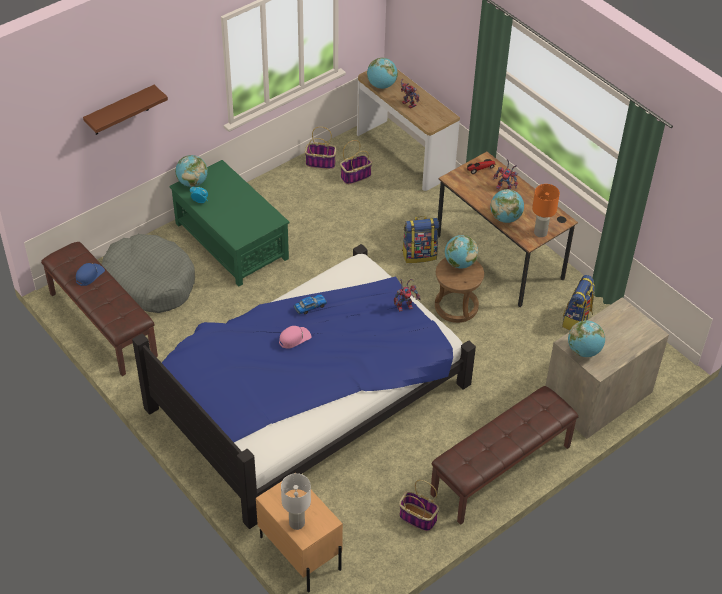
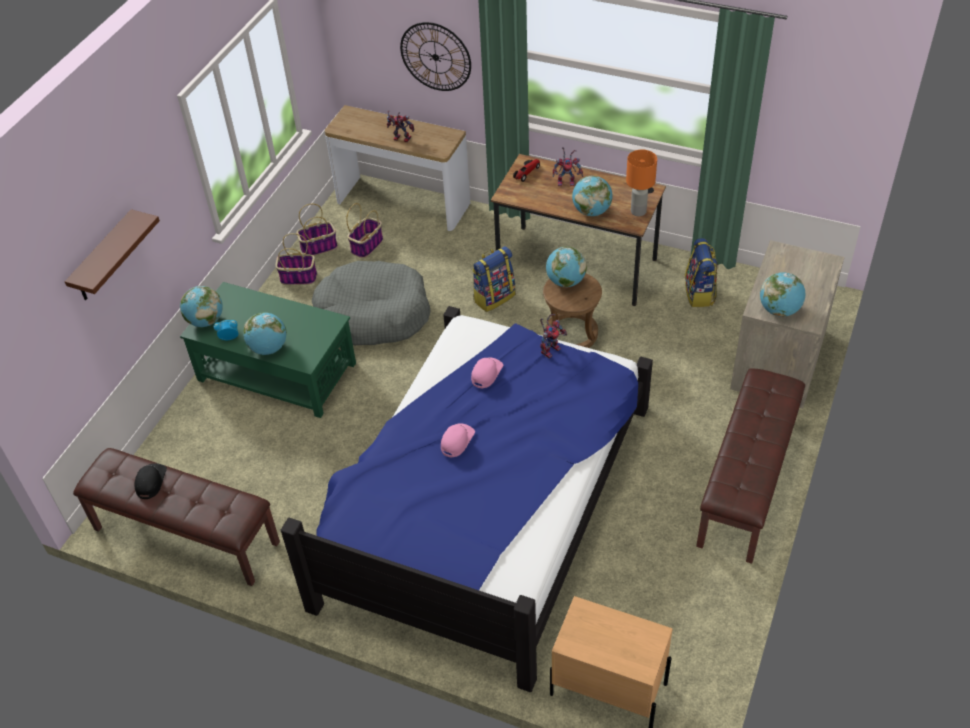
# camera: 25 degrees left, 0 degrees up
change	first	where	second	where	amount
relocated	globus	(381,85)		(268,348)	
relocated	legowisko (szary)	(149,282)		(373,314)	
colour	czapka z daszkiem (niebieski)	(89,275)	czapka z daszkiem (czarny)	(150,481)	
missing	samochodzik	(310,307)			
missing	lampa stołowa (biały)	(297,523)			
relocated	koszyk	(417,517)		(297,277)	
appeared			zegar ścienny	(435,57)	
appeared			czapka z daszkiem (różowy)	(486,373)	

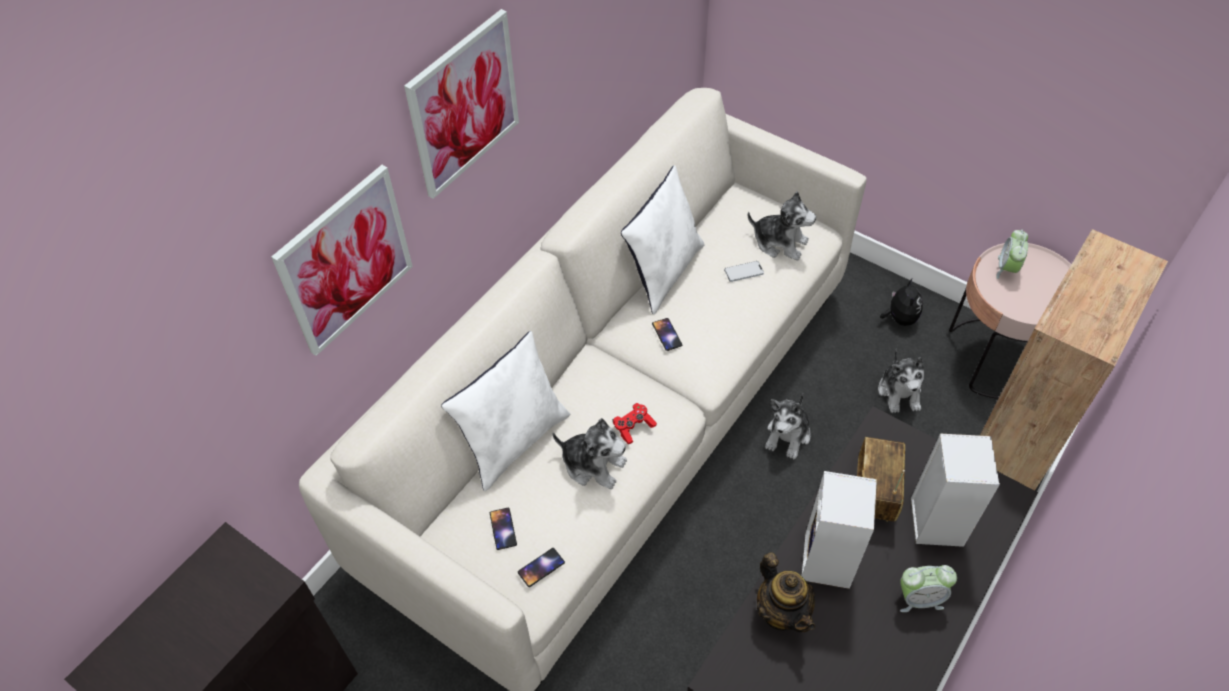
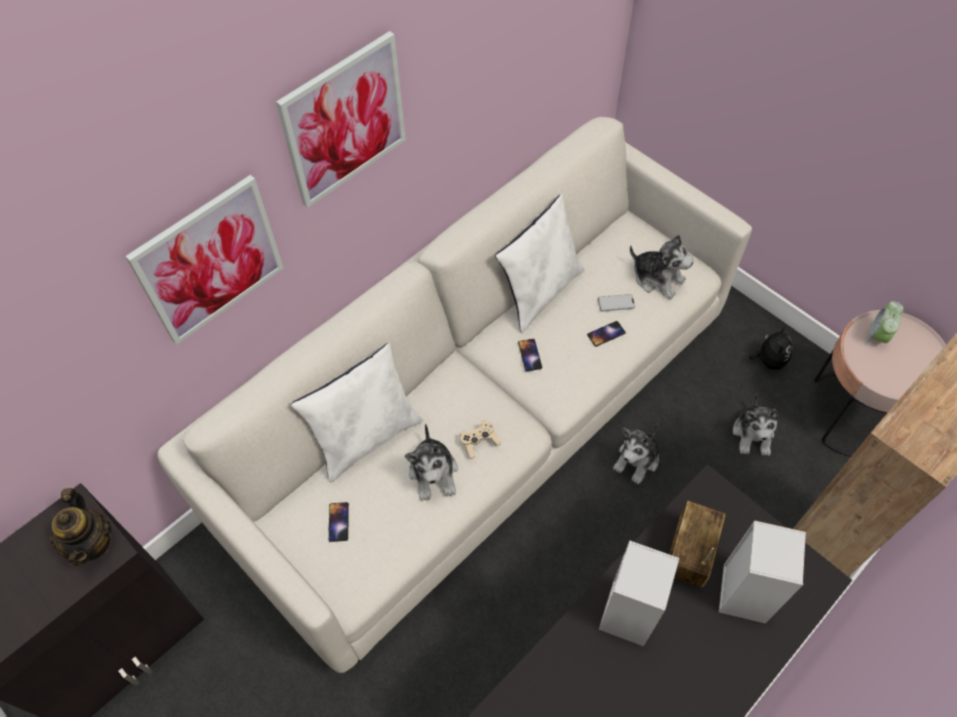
# camera: 10 degrees right, 5 degrees up
change	first	where	second	where	amount
colour	pad do gier (czerwony)	(633,427)	pad do gier (beżowy)	(479,442)	
spun	pluszak	(593,464)		(434,473)	45 degrees clockwise
relocated	telefon	(541,567)		(606,334)	
relocated	imbryk	(782,612)		(92,543)	
missing	budzik	(919,598)			

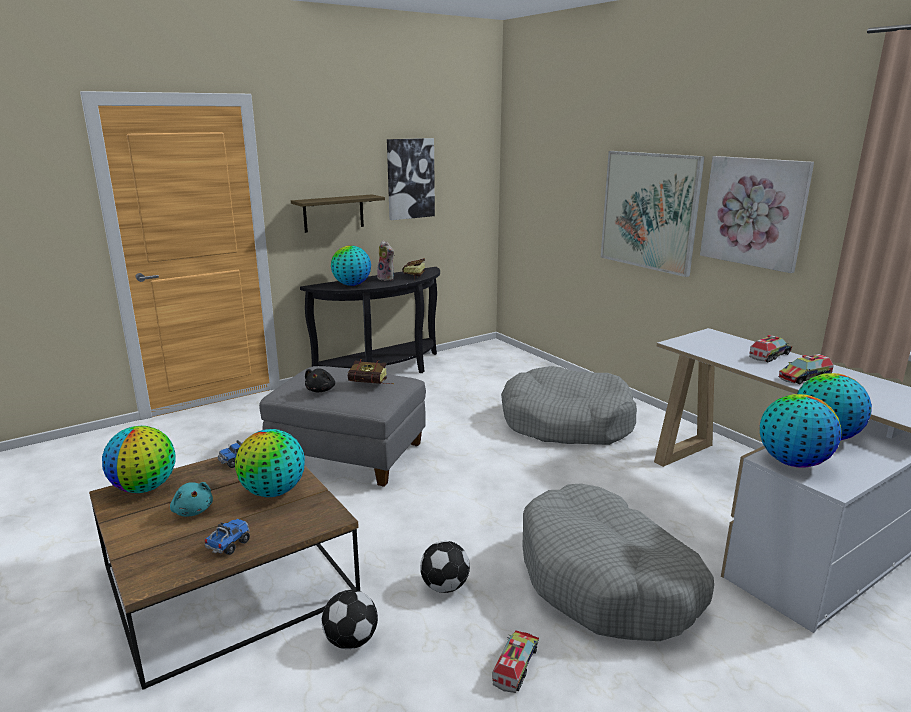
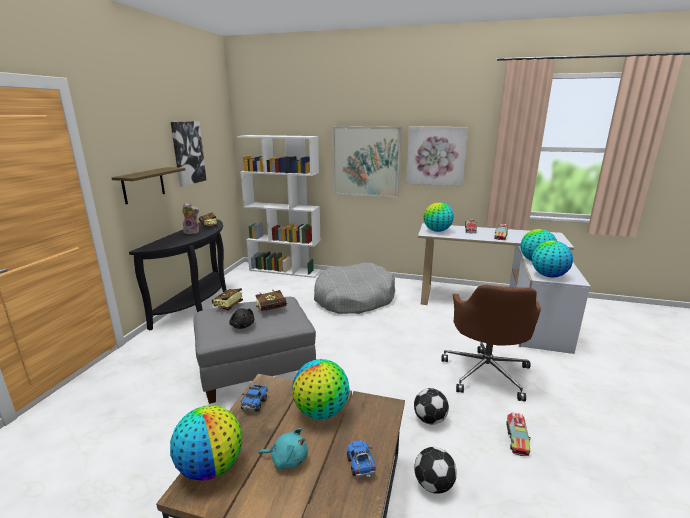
# camera: 40 degrees left, 0 degrees up
change	first	where	second	where	amount
relocated	globus	(351,285)		(437,231)	
exchanged	legowisko (szary)	(607,580)	krzesło biurowe (brązowy)	(486,372)	
spun	ciężarówka zabawkowa	(516,665)		(517,439)	150 degrees counterclockwise
appeared			regał (biały)	(285,270)	
appeared			książka	(226,307)	

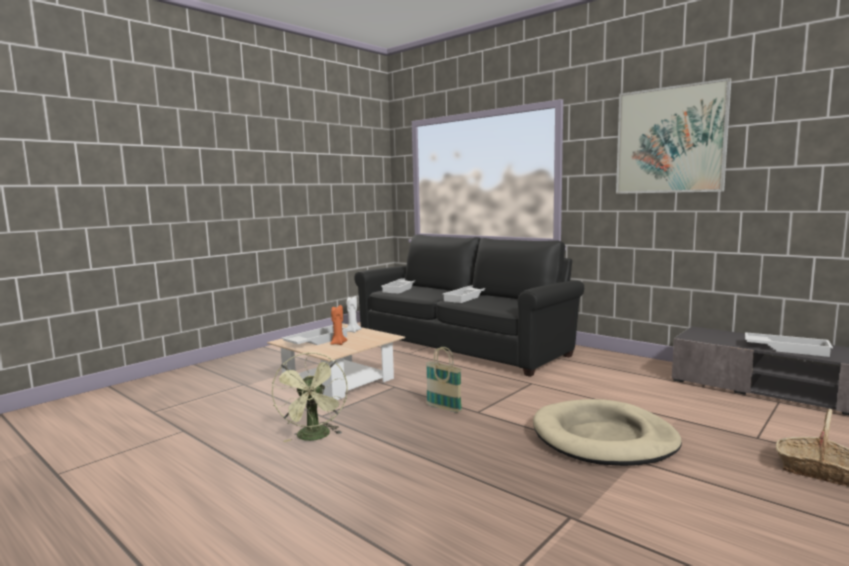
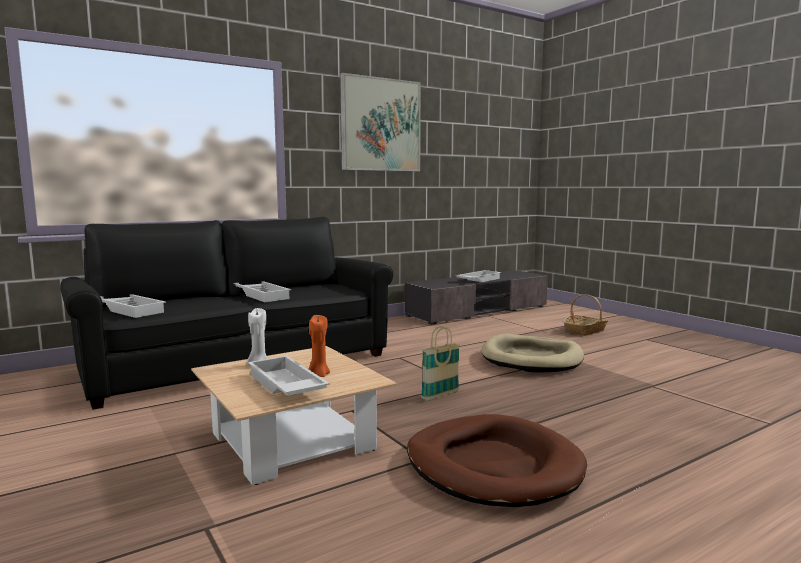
# camera: 75 degrees left, 0 degrees up
change	first	where	second	where	amount
exchanged	wentylator (zielony)	(314,437)	legowisko (brązowy)	(493,466)	

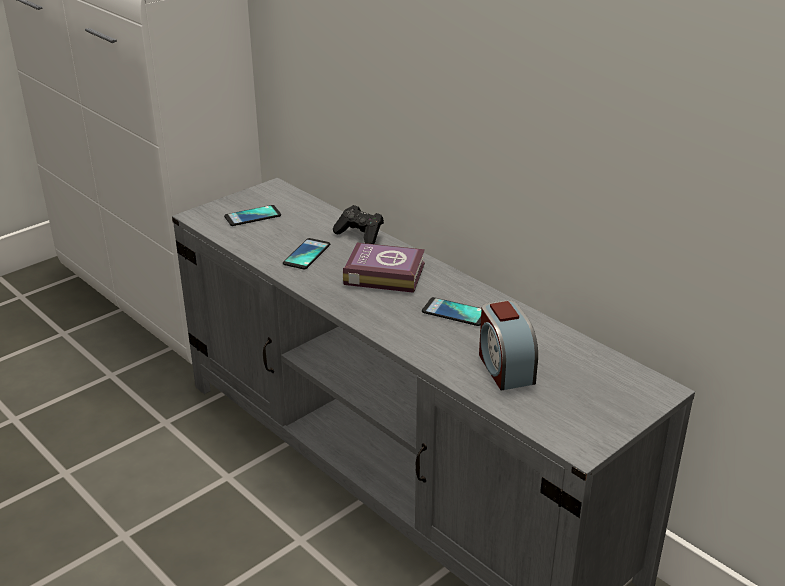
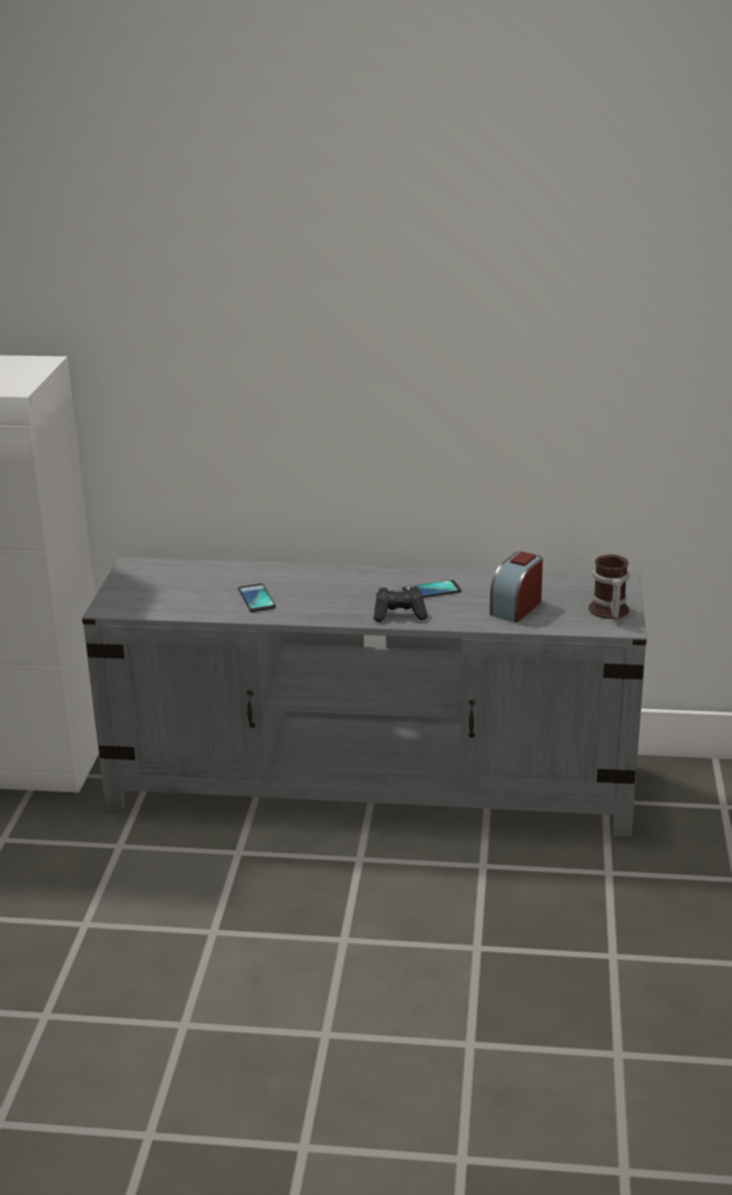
# camera: 40 degrees left, 5 degrees down
change	first	where	second	where	amount
missing	telefon	(252,216)			
relocated	pad do gier (czarny)	(360,235)		(399,615)	
missing	książka	(383,273)			
spun	budzik	(504,367)		(516,607)	90 degrees clockwise
appeared			kubek	(607,611)	

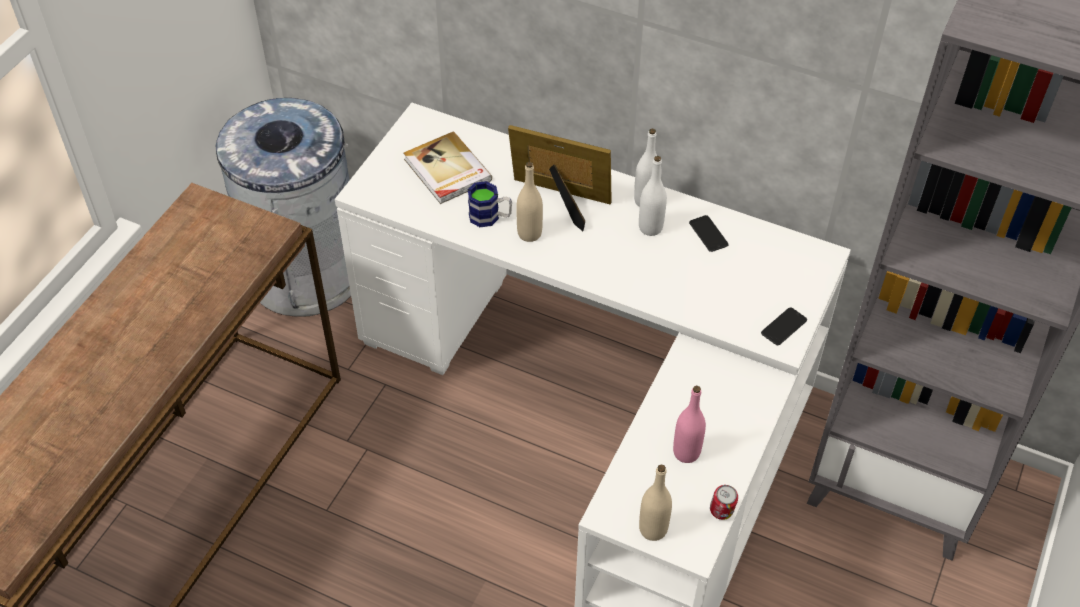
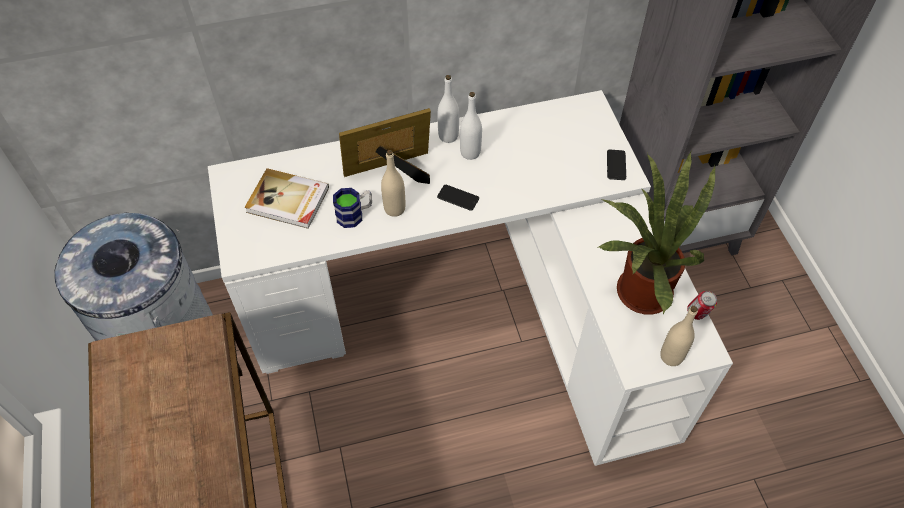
# camera: 40 degrees left, 5 degrees up
change	first	where	second	where	amount
relocated	telefon	(708,234)		(458,198)	
exchanged	butelka (różowy)	(686,452)	roślina doniczkowa	(638,290)	

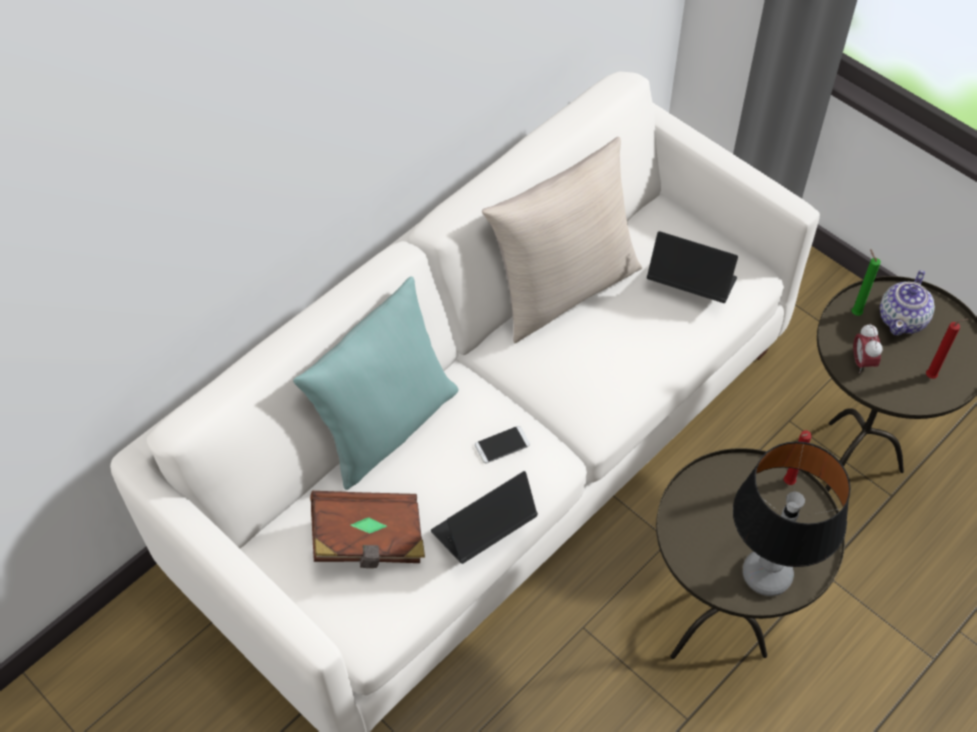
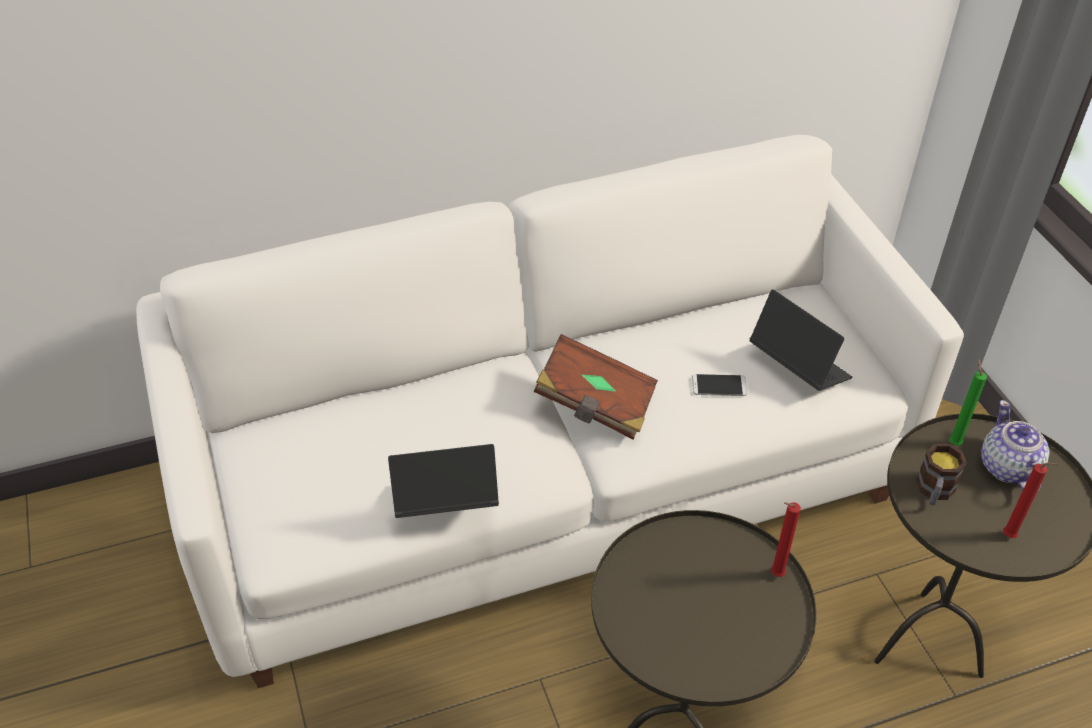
# camera: 25 degrees right, 10 degrees down
change	first	where	second	where	amount
missing	poduszka (beżowy)	(563,289)			
spun	imbryk	(902,319)		(1007,468)	120 degrees clockwise
missing	poduszka (turkusowy)	(386,426)			
exchanged	budzik	(862,362)	kubek	(934,492)	
relocated	telefon	(502,445)		(719,386)	
missing	lampa stołowa	(766,575)			
relocated	książka (brązowy)	(369,540)		(595,404)	

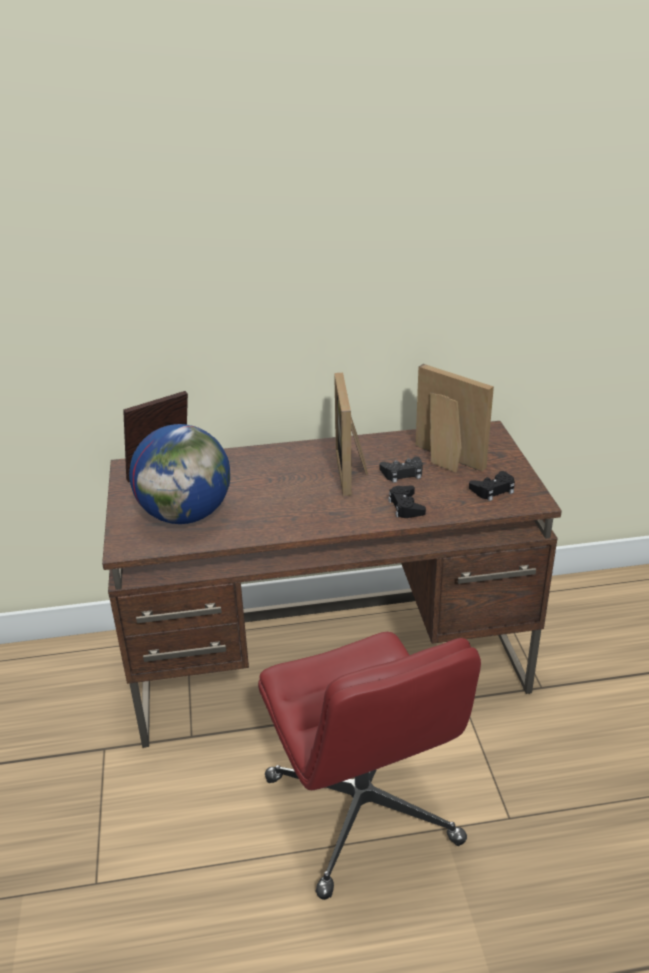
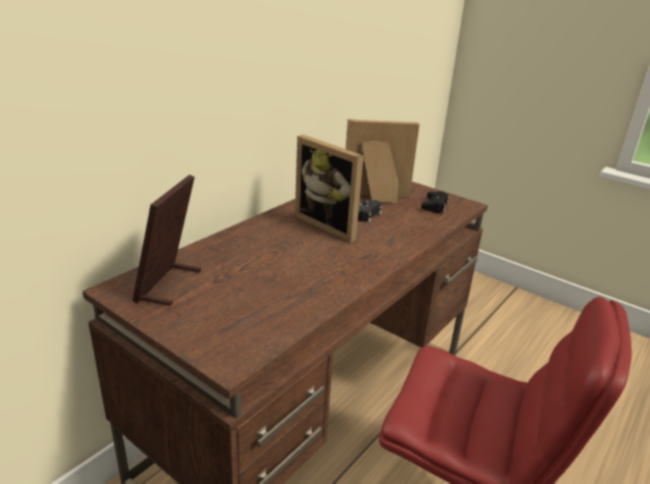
# camera: 45 degrees left, 5 degrees down
change	first	where	second	where	amount
missing	globus	(186,515)			
missing	pad do gier (czarny)	(405,506)			

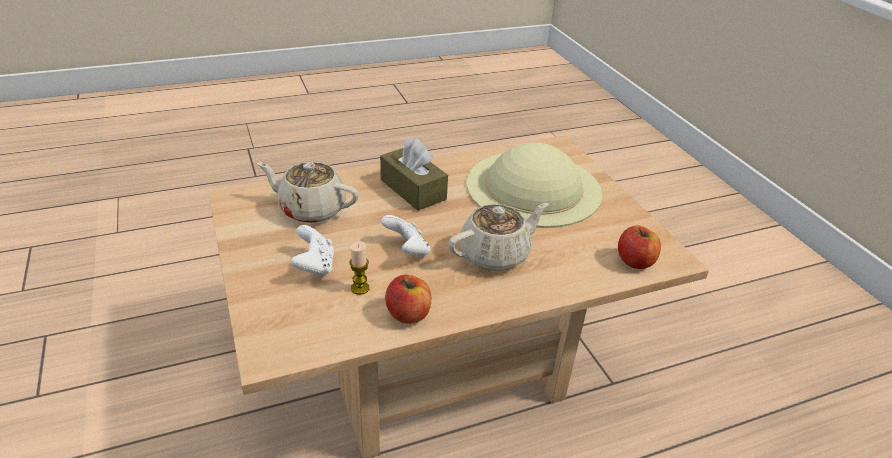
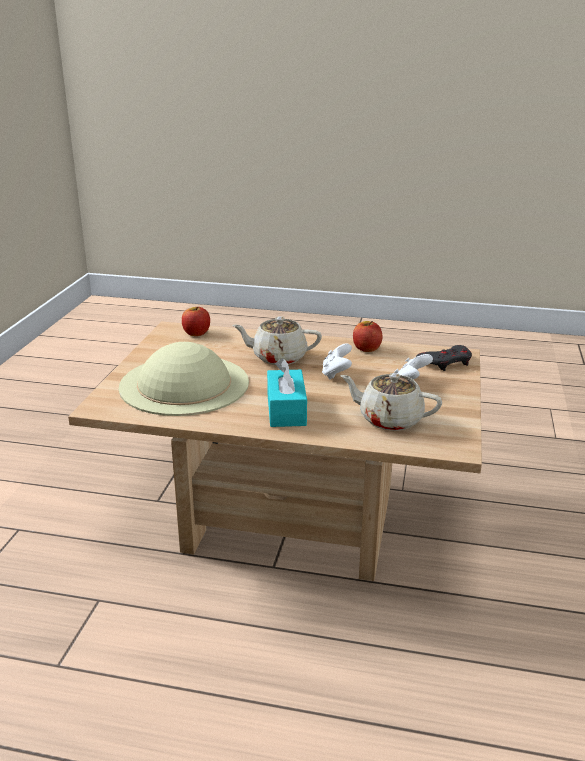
# camera: 145 degrees left, 10 degrees down
change	first	where	second	where	amount
colour	pudełko chusteczek (brązowy)	(413,189)	pudełko chusteczek (turkusowy)	(286,410)	
spun	imbryk (beżowy)	(311,209)		(389,419)	150 degrees clockwise
missing	świeca	(360,288)			
appeared			pad do gier (szary)	(446,362)	

